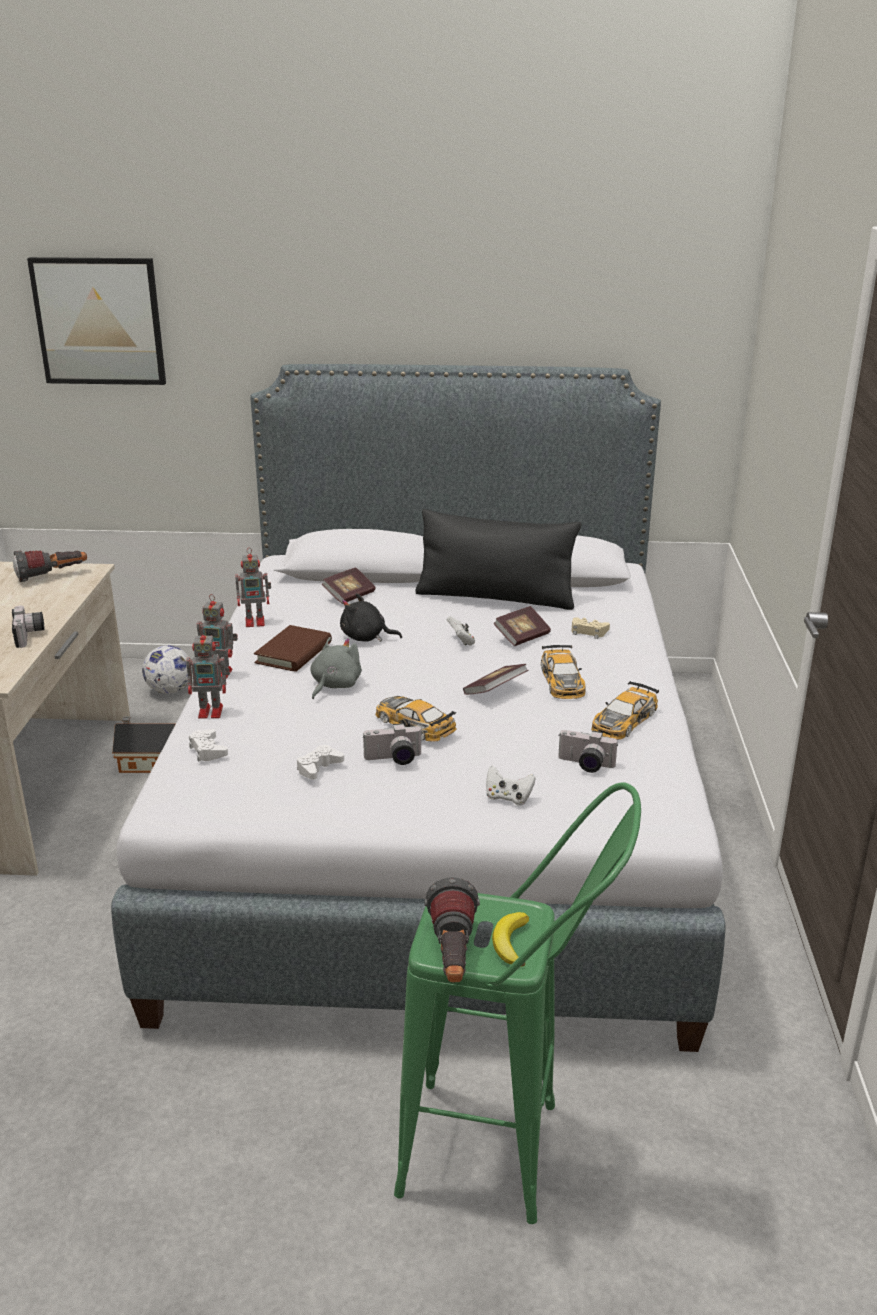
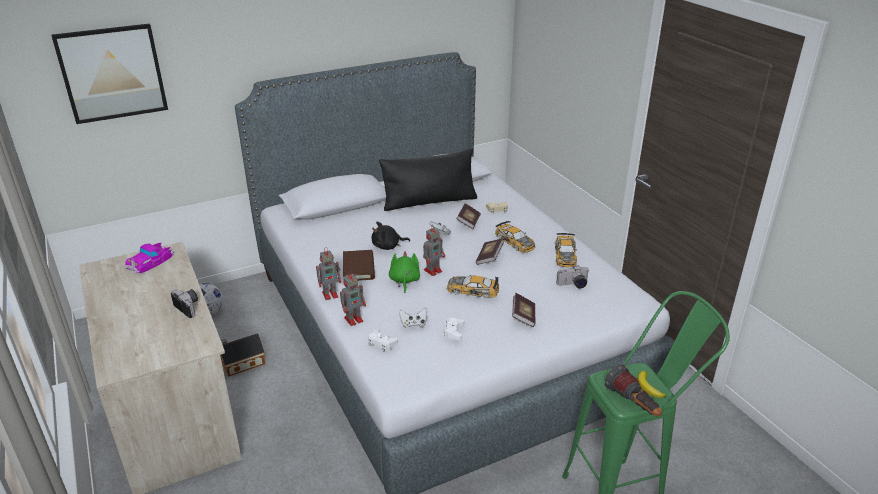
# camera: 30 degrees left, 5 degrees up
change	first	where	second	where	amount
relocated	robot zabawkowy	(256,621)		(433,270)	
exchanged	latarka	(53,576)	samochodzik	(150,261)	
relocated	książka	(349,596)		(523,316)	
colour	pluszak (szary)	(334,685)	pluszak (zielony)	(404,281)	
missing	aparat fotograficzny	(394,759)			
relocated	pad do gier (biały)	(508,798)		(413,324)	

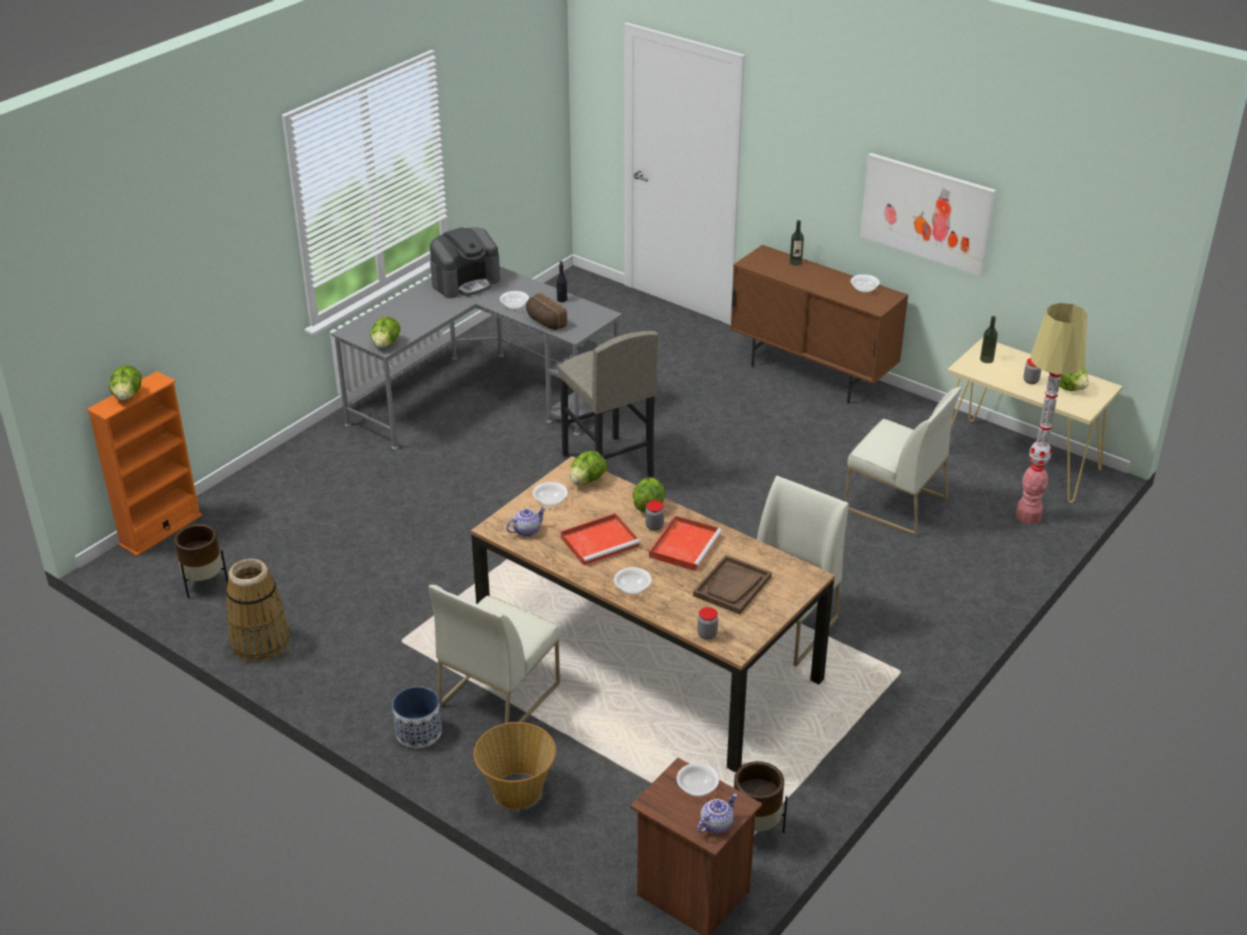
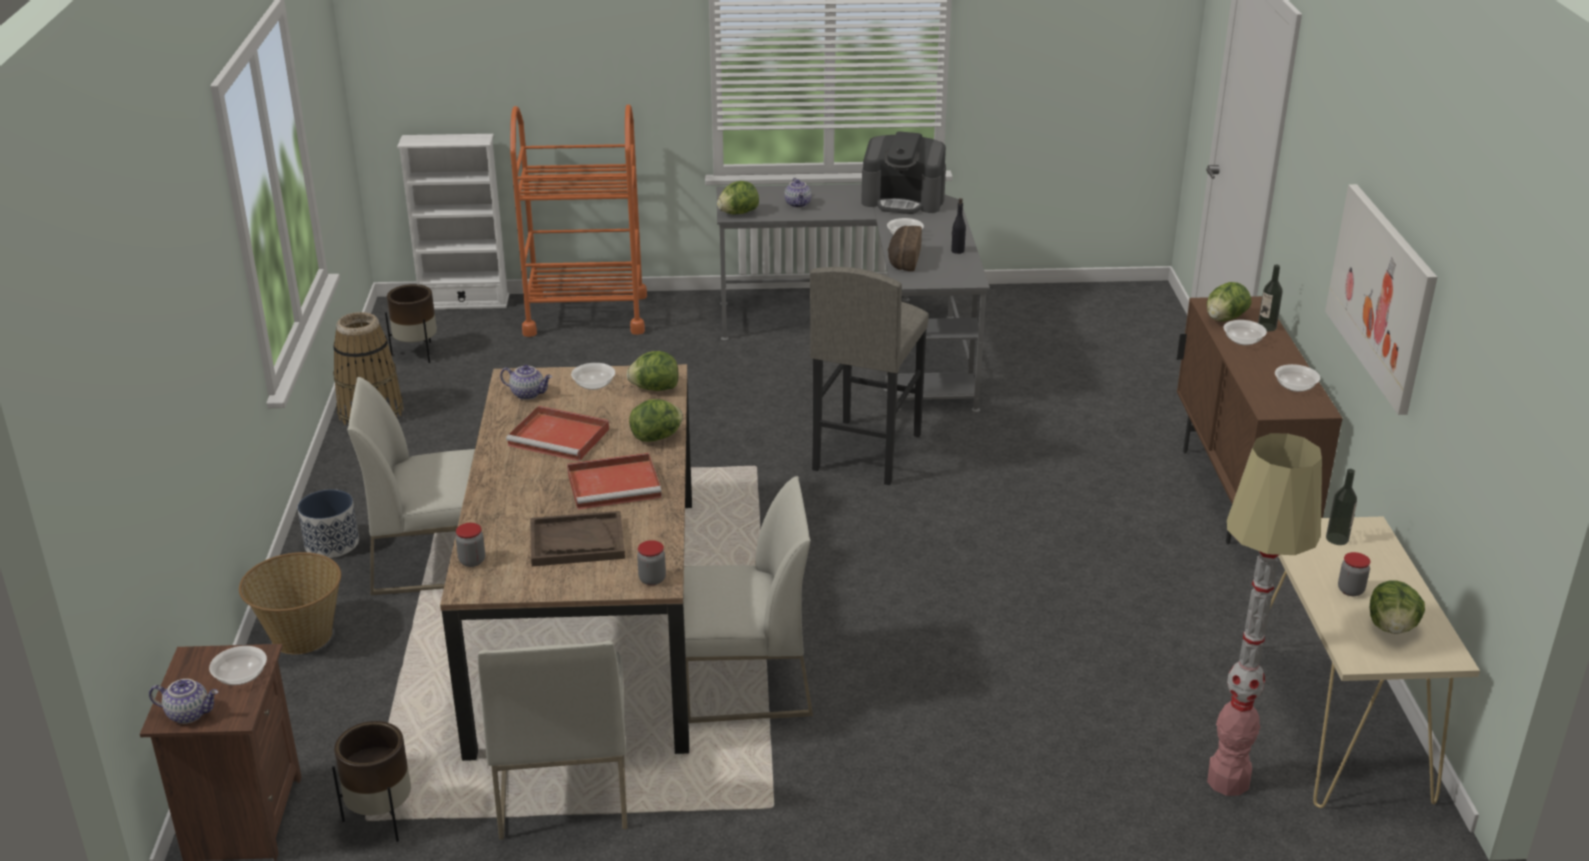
# camera: 50 degrees right, 5 degrees down
change	first	where	second	where	amount
relocated	sałata	(128,396)		(1224,319)	
colour	regał (pomarańczowy)	(160,530)	regał (biały)	(464,302)	
relocated	krzesło (biały)	(894,504)		(562,785)	
relocated	słoik	(654,526)		(652,579)	
relocated	miska	(632,588)		(1243,341)	
appeared			wózek (pomarańczowy)	(586,315)	
appeared			imbryk	(798,204)	

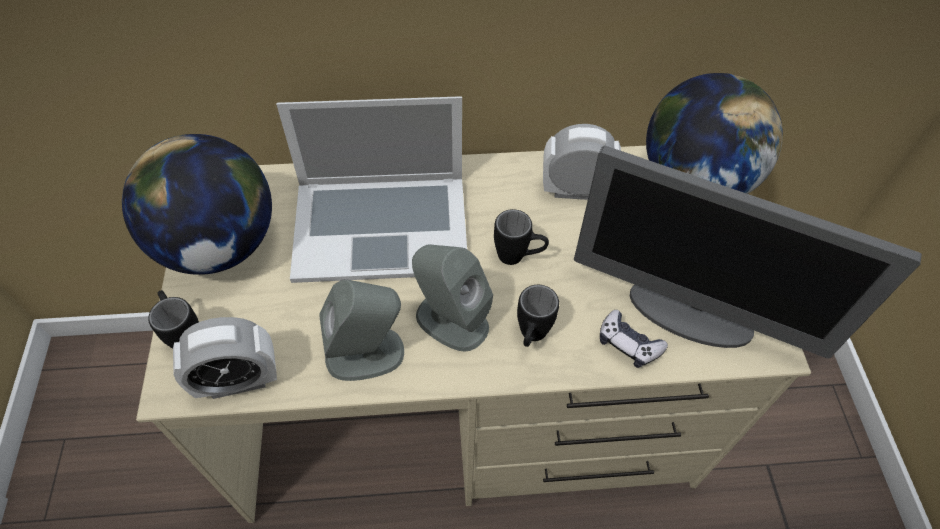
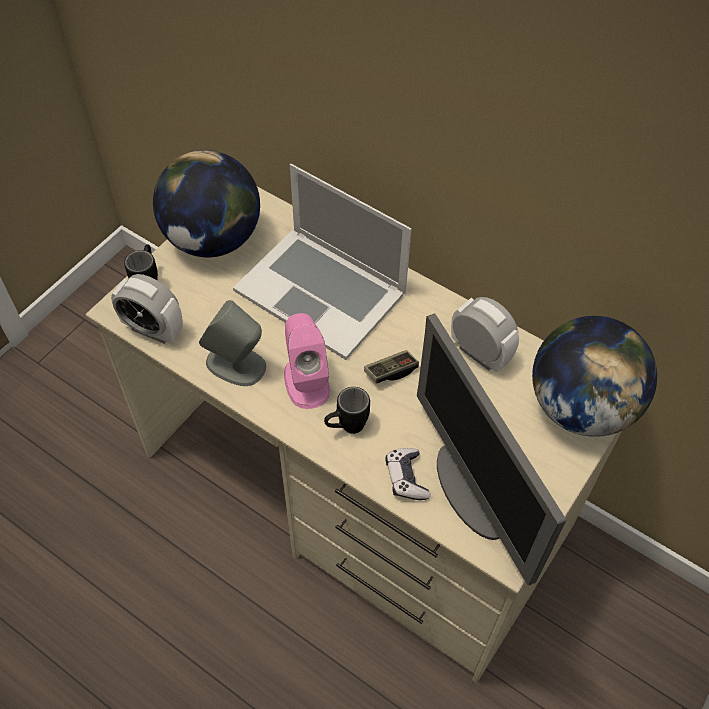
# camera: 40 degrees right, 0 degrees up
change	first	where	second	where	amount
exchanged	kubek (czarny)	(518,257)	pad do gier	(391,371)	
colour	głośnik (szary)	(451,320)	głośnik (różowy)	(306,381)	

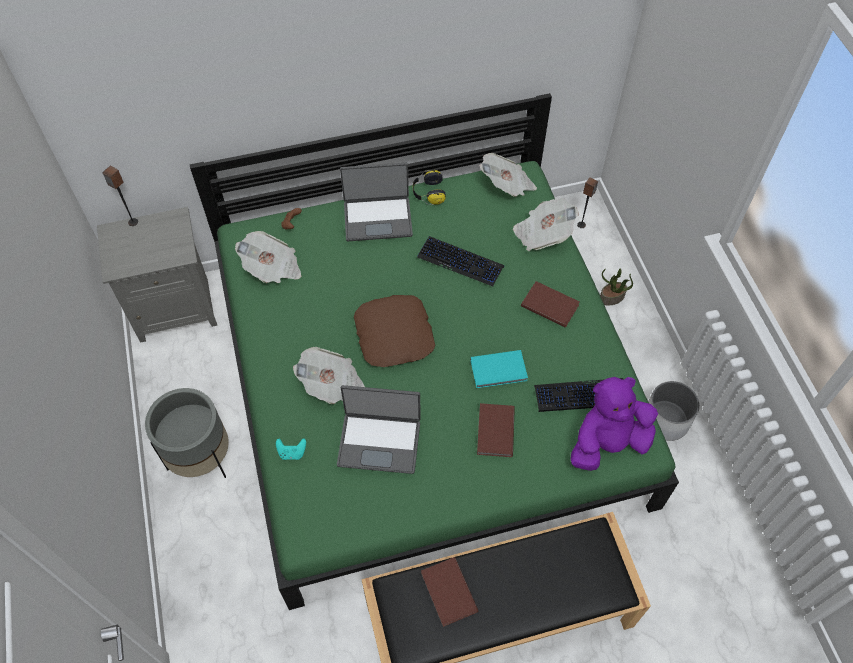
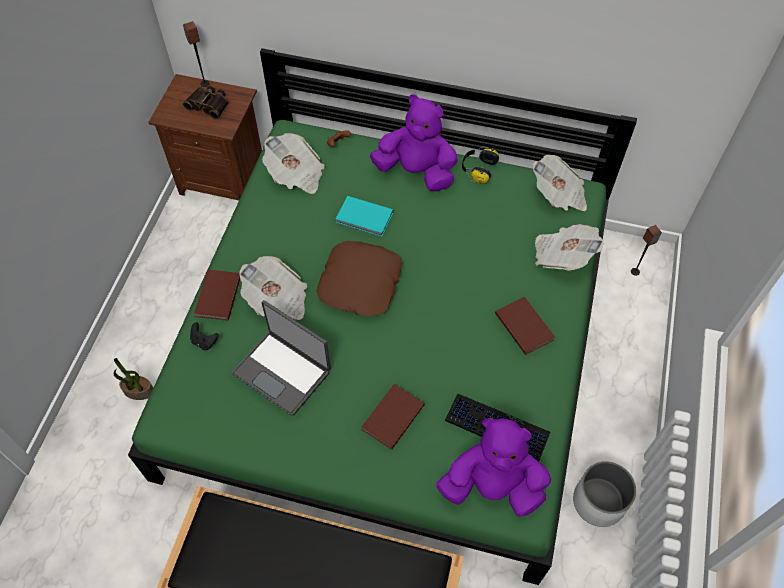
# camera: 30 degrees right, 0 degrees up
change	first	where	second	where	amount
exchanged	laptop	(378,218)	pluszak (fioletowy)	(416,172)	
colour	szafka nocna (szary)	(175,308)	szafka nocna (brązowy)	(224,179)	
missing	klawiatura	(460,262)			
relocated	roślina doniczkowa	(611,298)		(138,391)	
relocated	książka (turkusowy)	(499,371)		(364,218)	
missing	donica (szary)	(201,458)			
colour	pad do gier (turkusowy)	(292,453)	pad do gier (czarny)	(204,341)	
relocated	książka (brązowy)	(448,593)		(217,296)	
appeared			lornetka	(209,105)	

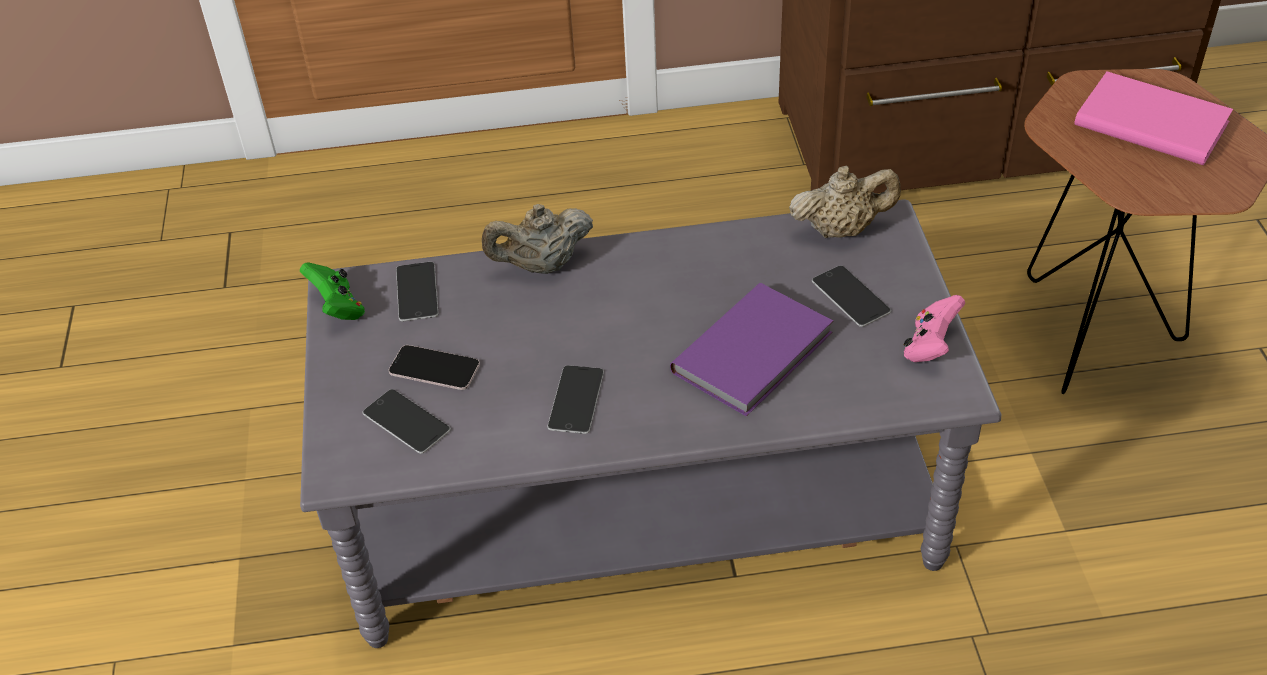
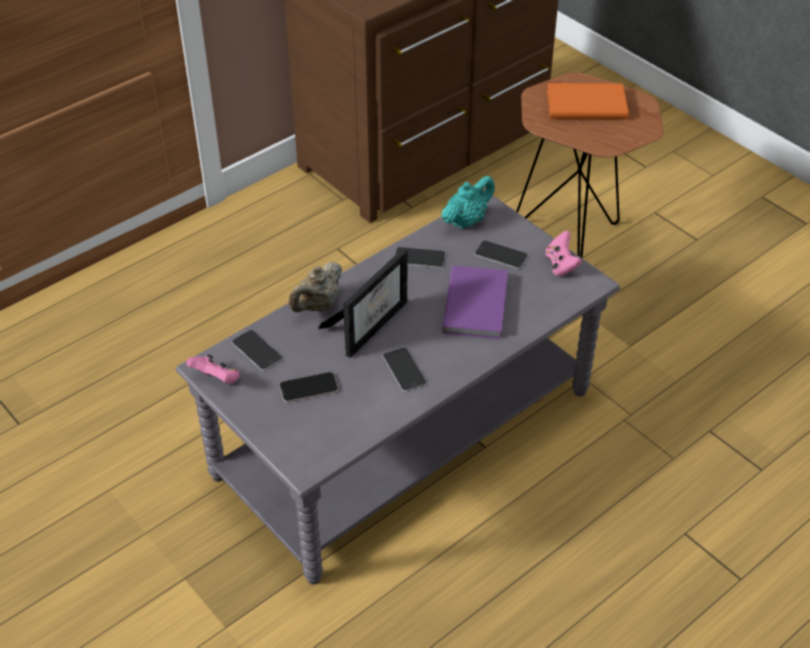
# camera: 35 degrees left, 0 degrees up
change	first	where	second	where	amount
colour	książka (różowy)	(1150,121)	książka (pomarańczowy)	(585,103)	
colour	imbryk (beżowy)	(841,229)	imbryk (turkusowy)	(466,221)	
colour	pad do gier (zielony)	(338,308)	pad do gier (różowy)	(216,379)	
relocated	telefon	(406,421)		(419,258)	
appeared			ramka na zdjęcie	(370,323)	

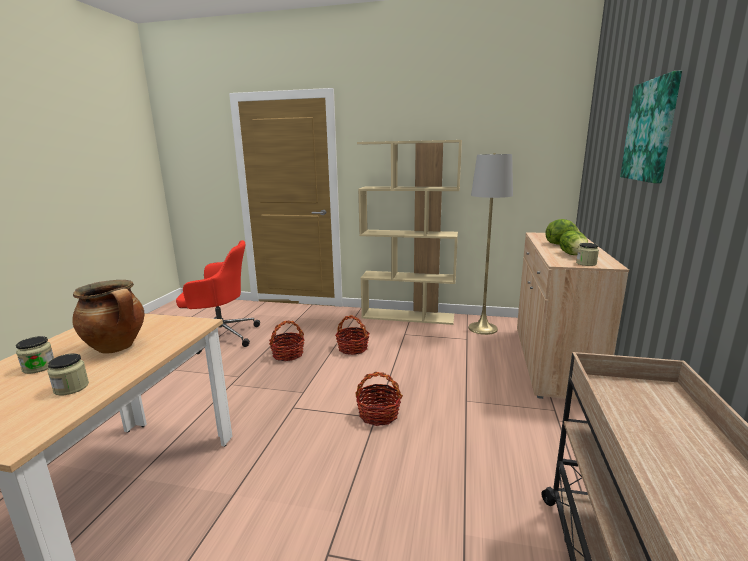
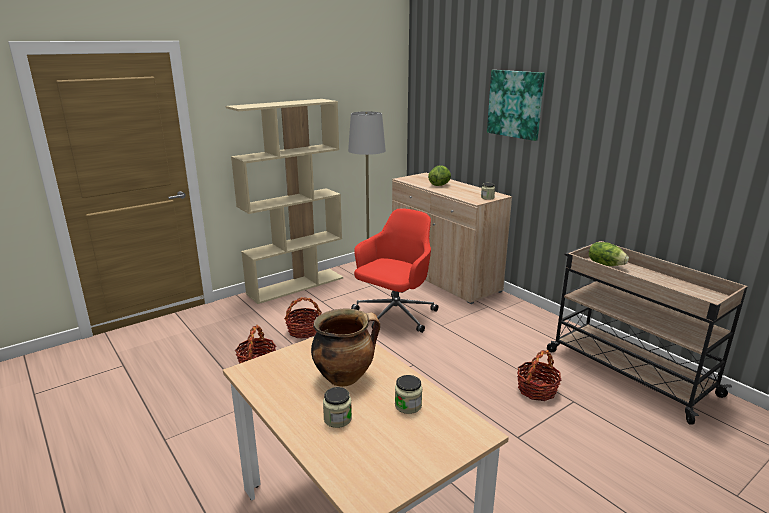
# camera: 50 degrees left, 5 degrees up
change	first	where	second	where	amount
relocated	sałata	(573,254)		(605,264)	
relocated	krzesło biurowe (czerwony)	(220,336)		(394,315)	
relocated	koszyk	(378,414)		(537,390)	

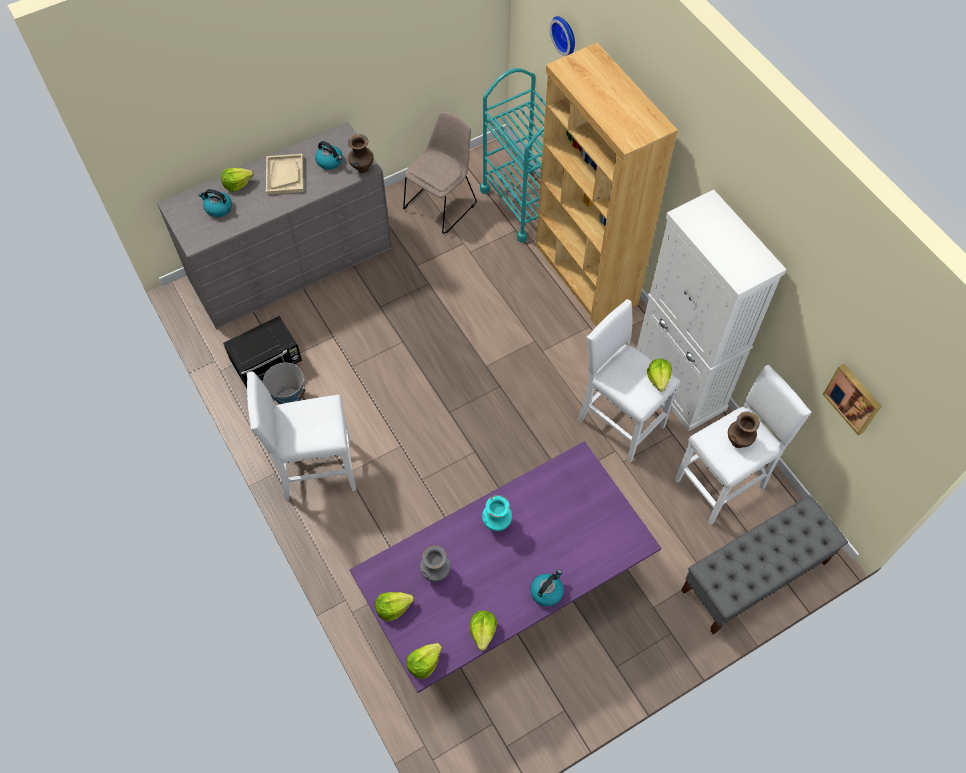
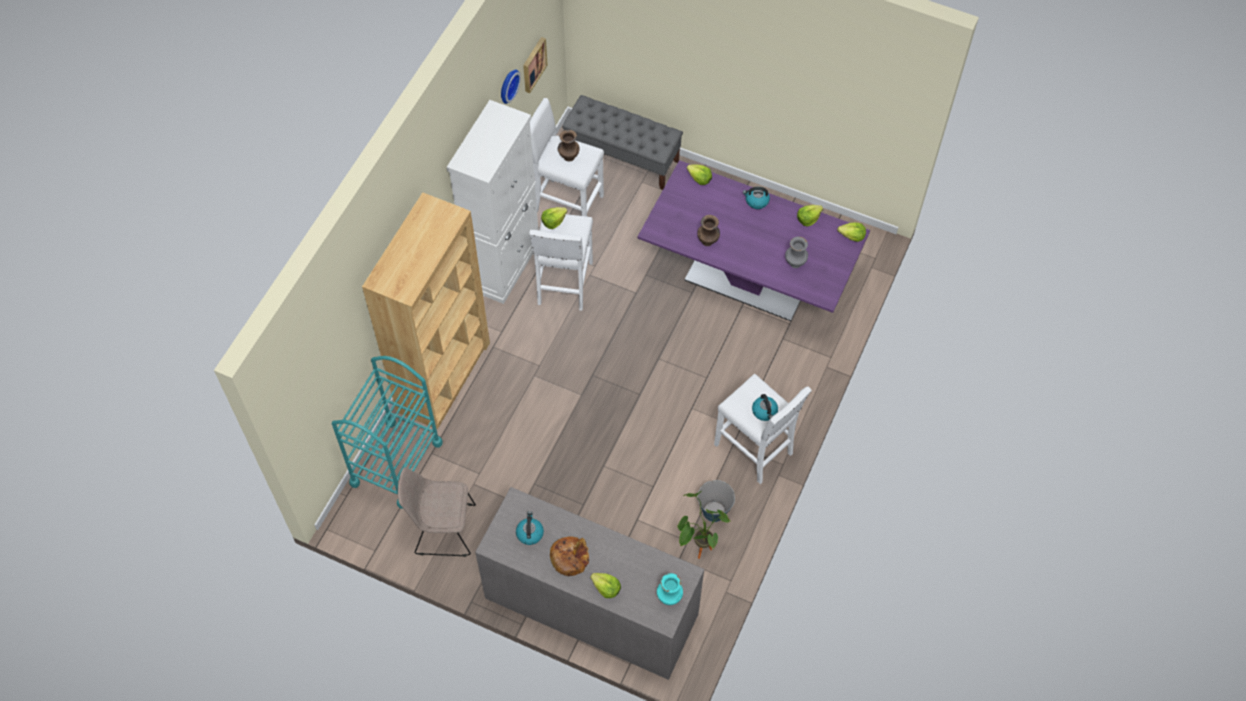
# camera: 125 degrees left, 0 degrees up
change	first	where	second	where	amount
relocated	zegar ścienny	(565,35)		(507,85)	
relocated	wazon (brązowy)	(362,169)		(708,241)	
exchanged	taca (beżowy)	(285,175)	chleb	(570,558)	
relocated	czajnik	(218,208)		(764,411)	
exchanged	mikrofalówka (czarny)	(268,363)	roślina doniczkowa	(697,549)	
relocated	wazon (turkusowy)	(497,523)		(669,597)	
relocated	sałata	(393,607)		(699,179)	

